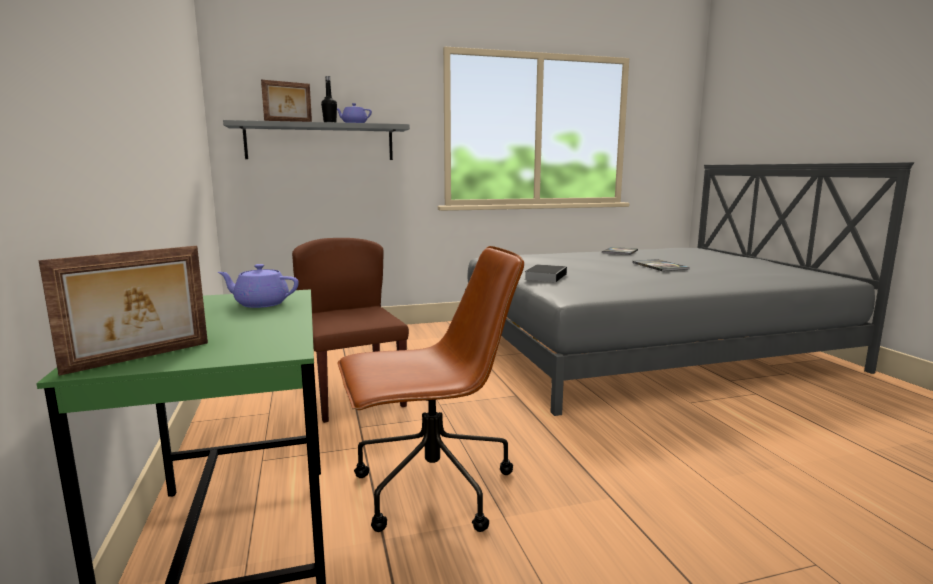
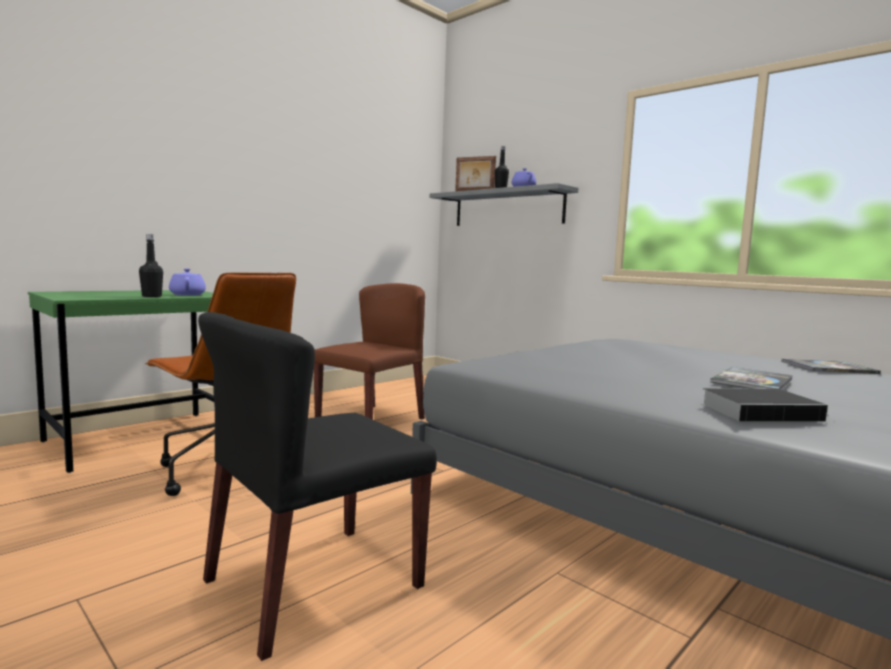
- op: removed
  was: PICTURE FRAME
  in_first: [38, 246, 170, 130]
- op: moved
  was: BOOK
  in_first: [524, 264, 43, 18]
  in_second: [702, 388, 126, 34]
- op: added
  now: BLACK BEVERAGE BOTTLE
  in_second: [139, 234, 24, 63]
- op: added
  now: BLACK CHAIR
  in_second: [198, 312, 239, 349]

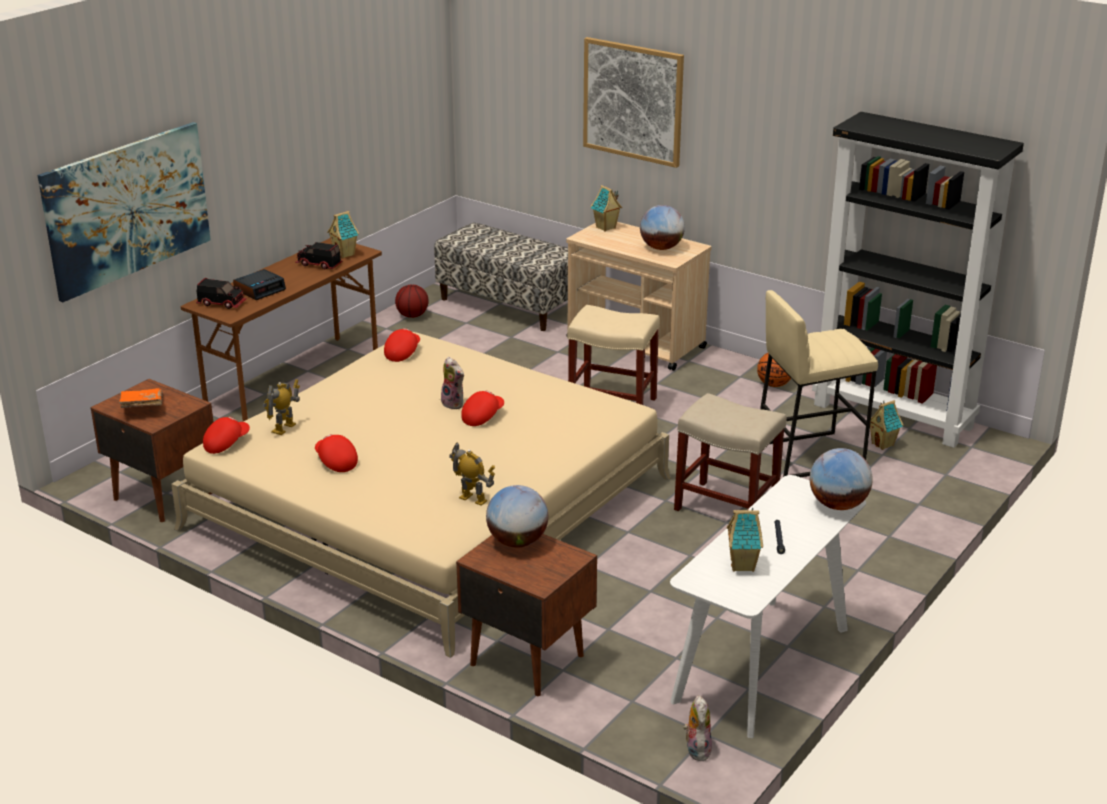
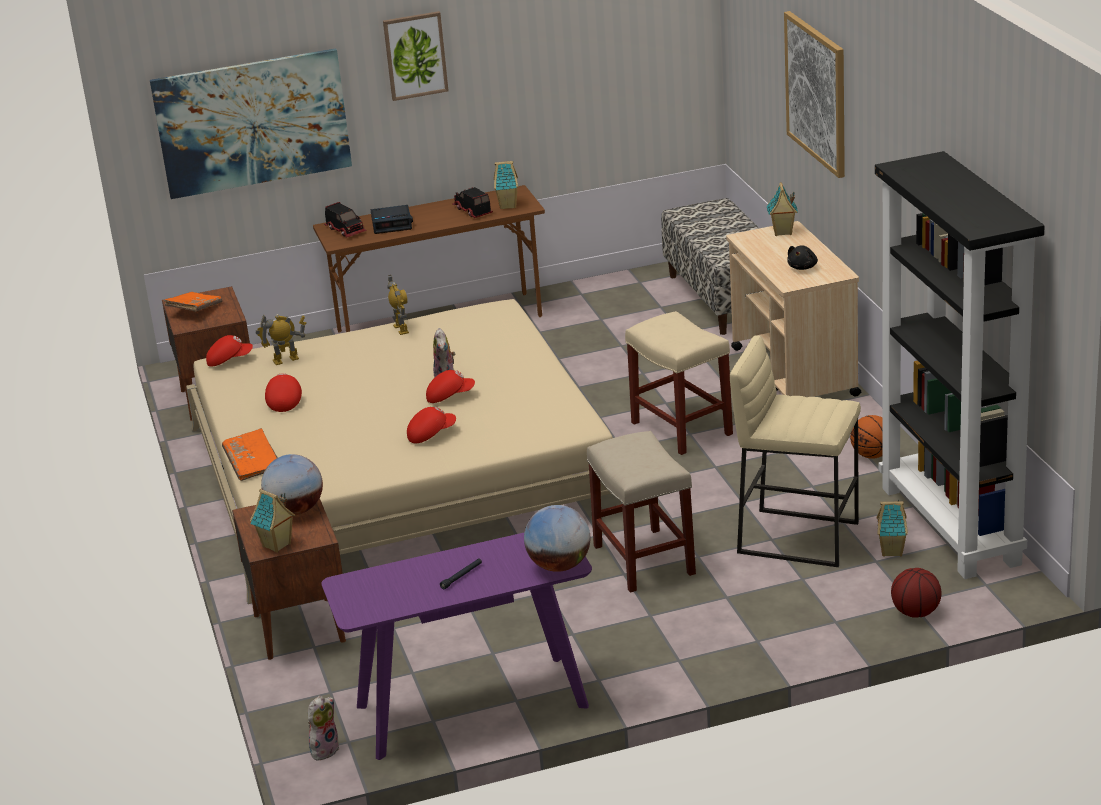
- op: moved
  was: RED CAP
  in_first: [384, 328, 36, 34]
  in_second: [407, 407, 49, 36]
- op: moved
  was: BALL FOR BASKETBALL
  in_first: [395, 284, 34, 34]
  in_second: [891, 568, 51, 50]
- op: moved
  was: MODEL ROBOT
  in_first: [449, 442, 46, 64]
  in_second: [387, 275, 22, 60]
- op: replaced
  was: GLOBE
  now: BLACK CUDDLY TOY
  in_first: [640, 205, 45, 45]
  in_second: [787, 246, 31, 24]
- op: recoloured
  was: WHITISH NARROW TABLE
  now: PURPLE NARROW TABLE
  in_first: [670, 475, 196, 263]
  in_second: [321, 533, 271, 227]
- op: moved
  was: MINIATURE HOUSE
  in_first: [727, 508, 36, 64]
  in_second: [250, 489, 45, 64]
- op: added
  now: ORANGE-COLOURED BOOK
  in_second: [222, 428, 56, 53]
- op: added
  now: WALL PICTURE
  in_second: [383, 11, 66, 90]

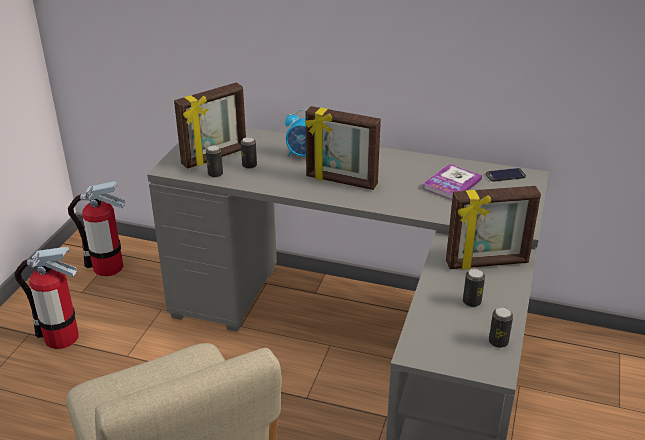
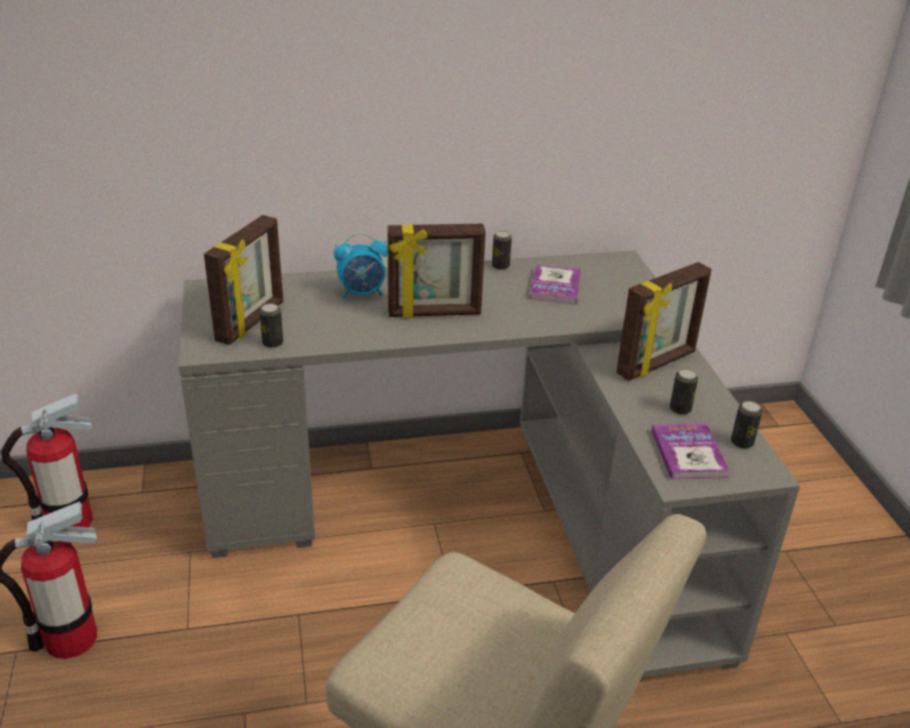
- op: moved
  was: SEALED CAN
  in_first: [241, 137, 16, 32]
  in_second: [492, 231, 20, 39]
- op: removed
  was: PHONE
  in_first: [486, 168, 40, 14]
- op: added
  now: BOOK
  in_second: [651, 423, 79, 57]

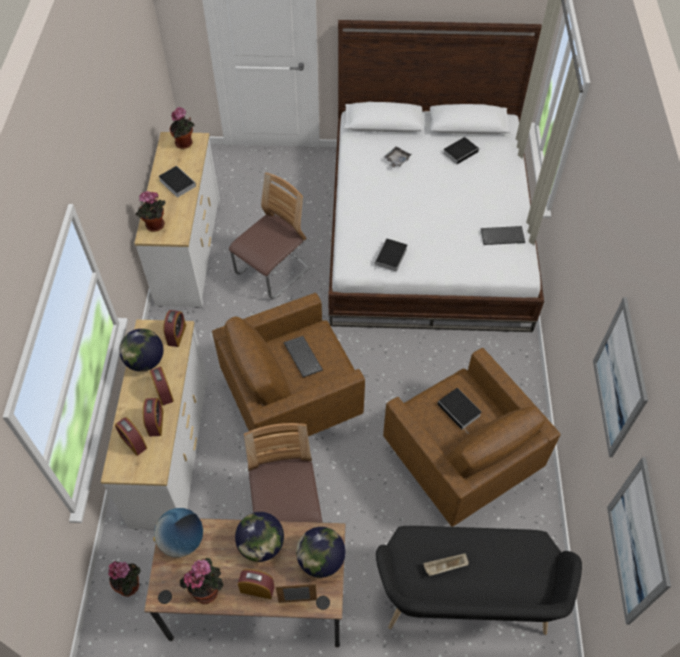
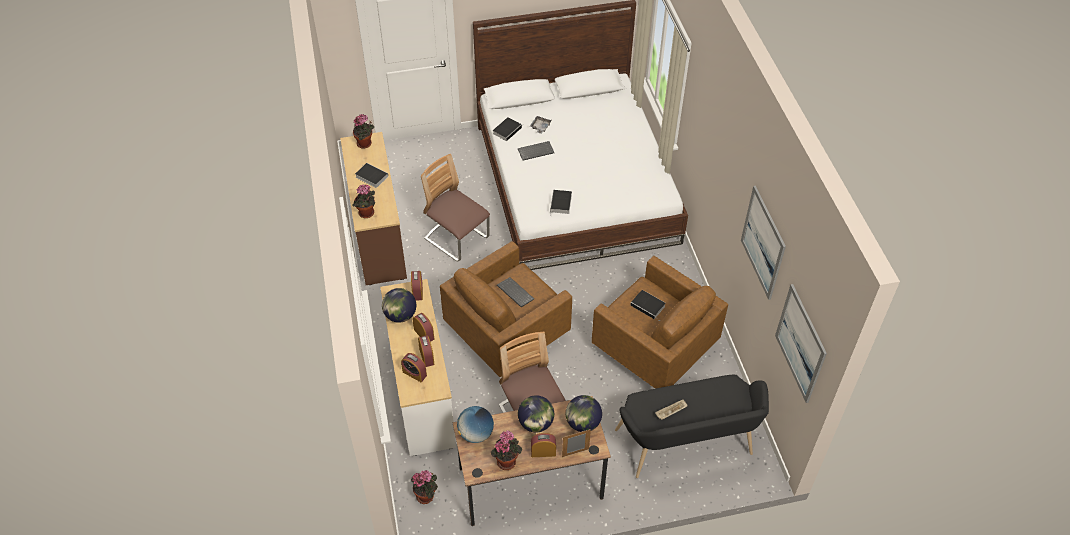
- op: recoloured
  was: WHITISH DRESSER
  now: BROWNISH DRESSER
  in_first: [134, 132, 86, 176]
  in_second: [340, 132, 67, 153]
- op: turned
  was: CHAIR
  in_first: [229, 172, 82, 128]
  in_second: [421, 154, 69, 108]
  clockwise: -75
- op: moved
  was: BOOK
  in_first: [443, 137, 38, 27]
  in_second: [493, 117, 30, 24]
- op: moved
  was: KEYBOARD
  in_first: [481, 226, 44, 19]
  in_second: [518, 141, 36, 19]

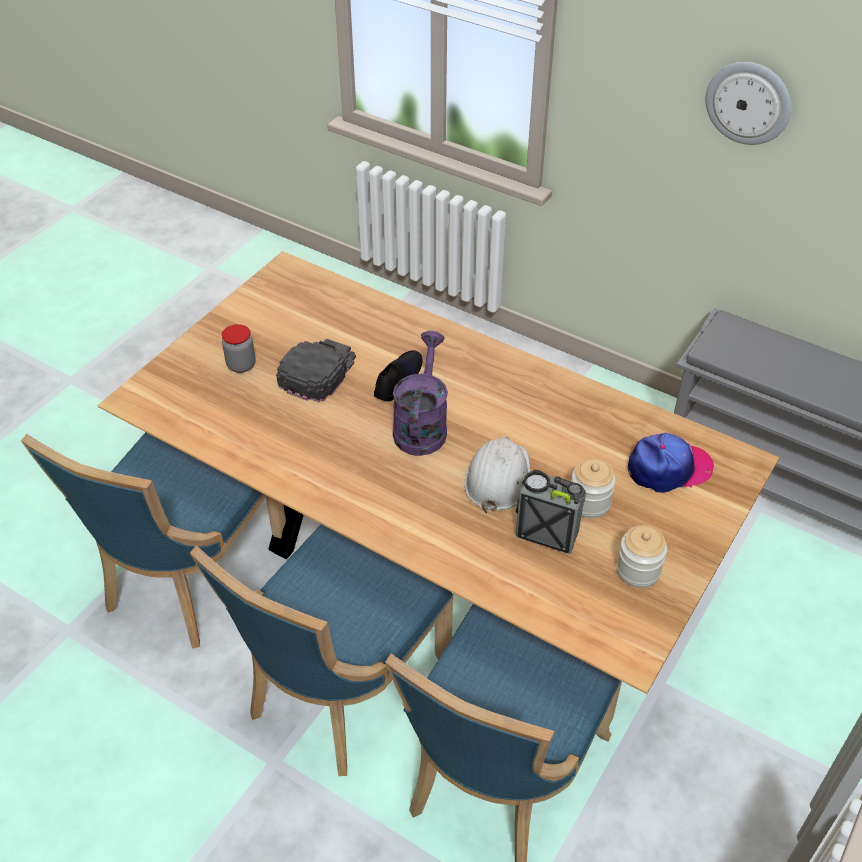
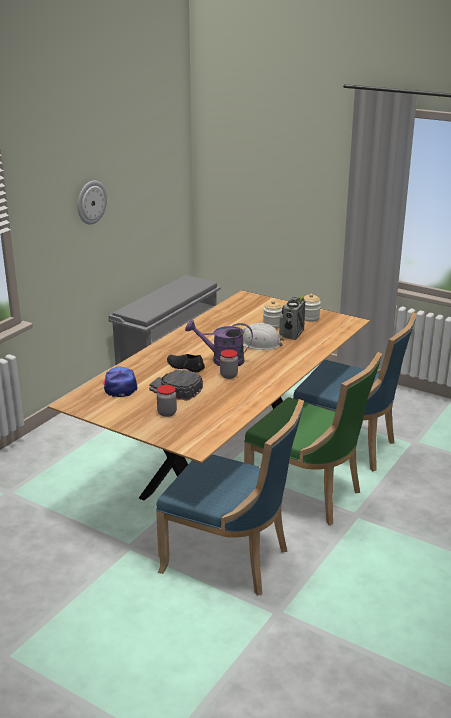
- op: recoloured
  was: BLUISH CHAIR
  now: GREEN CHAIR
  in_first: [190, 524, 263, 252]
  in_second: [244, 352, 138, 173]
- op: moved
  was: CAP
  in_first: [628, 433, 86, 60]
  in_second: [103, 366, 34, 31]
- op: added
  now: STORAGE JAR
  in_second: [220, 349, 18, 30]

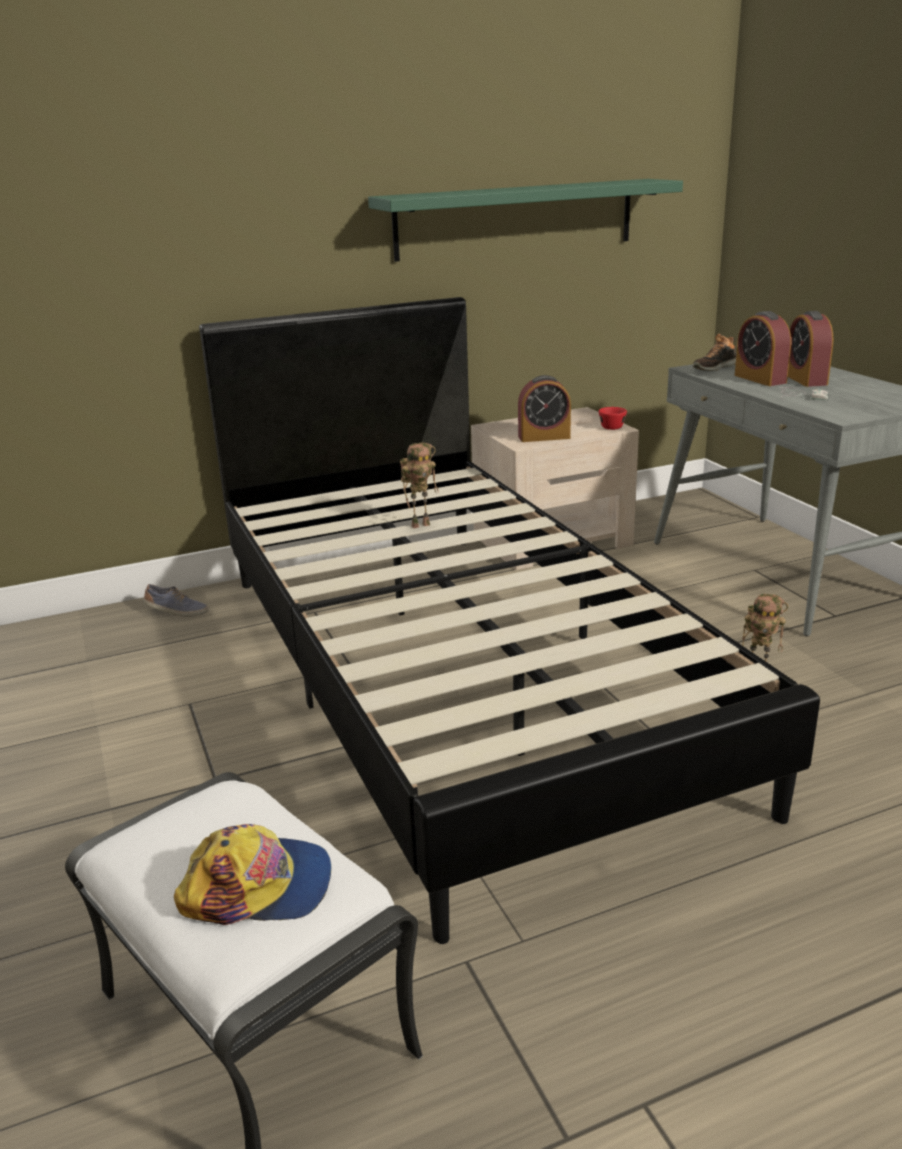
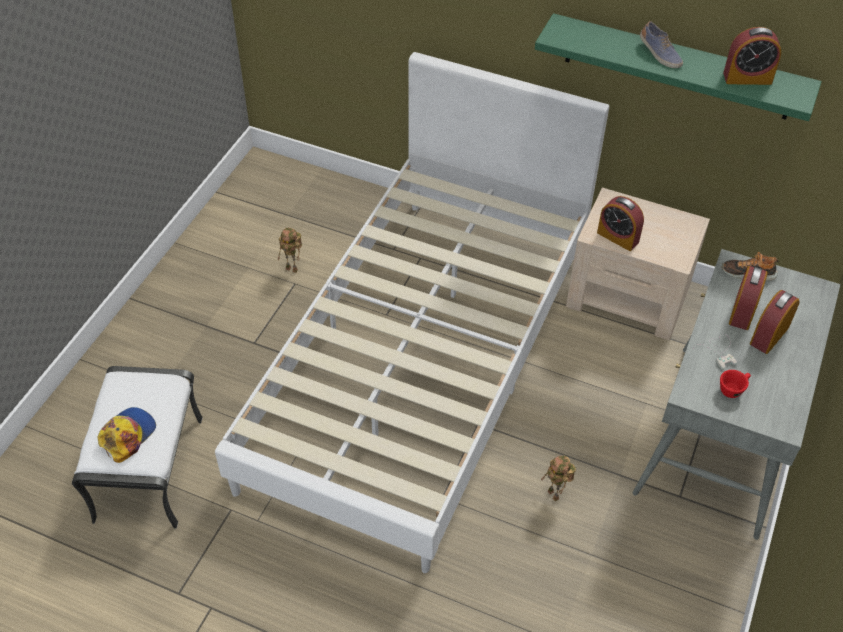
- op: moved
  was: ITEM OF FOOTWEAR
  in_first: [143, 584, 66, 33]
  in_second: [640, 21, 43, 47]
- op: turned
  was: CAP
  in_first: [174, 824, 157, 101]
  in_second: [98, 407, 58, 56]
  clockwise: -105
- op: recoloured
  was: BLACK SLEEPING BED
  now: WHITISH SLEEPING BED
  in_first: [199, 297, 621, 647]
  in_second: [215, 52, 394, 521]
- op: moved
  was: MODEL ROBOT
  in_first: [400, 443, 39, 85]
  in_second: [278, 228, 24, 45]
- op: moved
  was: RED DRINKING CUP
  in_first: [599, 407, 28, 23]
  in_second: [720, 370, 31, 28]
- op: added
  now: ALARM CLOCK
  in_second: [723, 27, 58, 58]

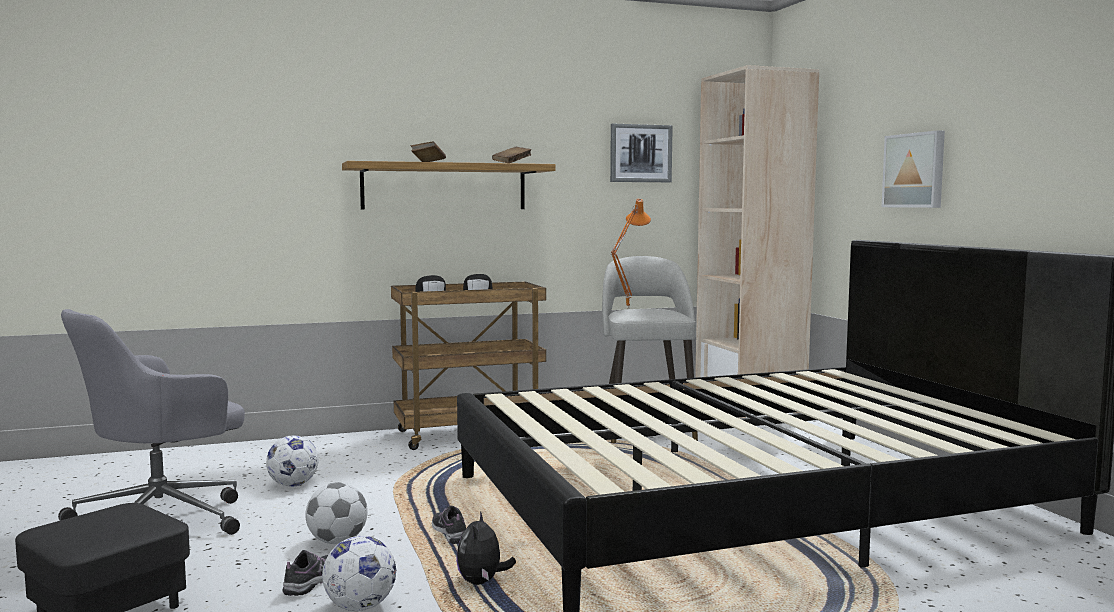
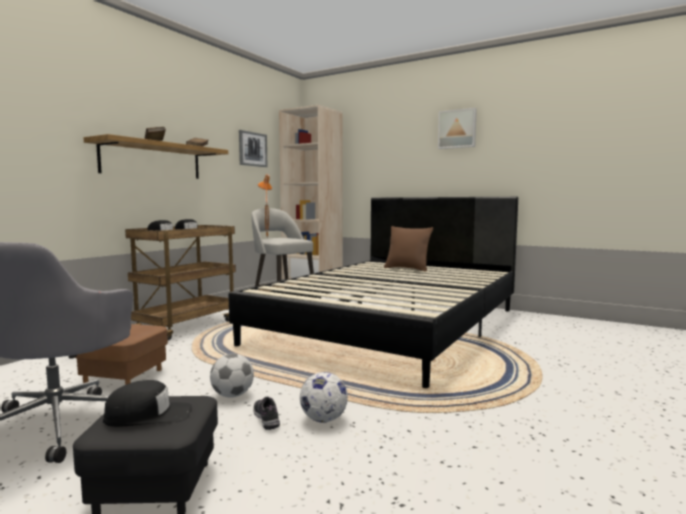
- op: replaced
  was: FOOTBALL BALL
  now: BROWNISH OTTOMAN
  in_first: [266, 436, 53, 50]
  in_second: [75, 324, 93, 61]
- op: removed
  was: ITEM OF FOOTWEAR
  in_first: [432, 506, 34, 38]
- op: removed
  was: CUDDLY TOY
  in_first: [456, 511, 60, 74]
- op: moved
  was: WALL PICTURE
  in_first: [882, 130, 63, 78]
  in_second: [438, 108, 39, 41]
- op: added
  now: BLACK CAP
  in_second: [103, 380, 89, 47]
- op: added
  now: BROWNISH THROW PILLOW
  in_second: [384, 226, 49, 46]

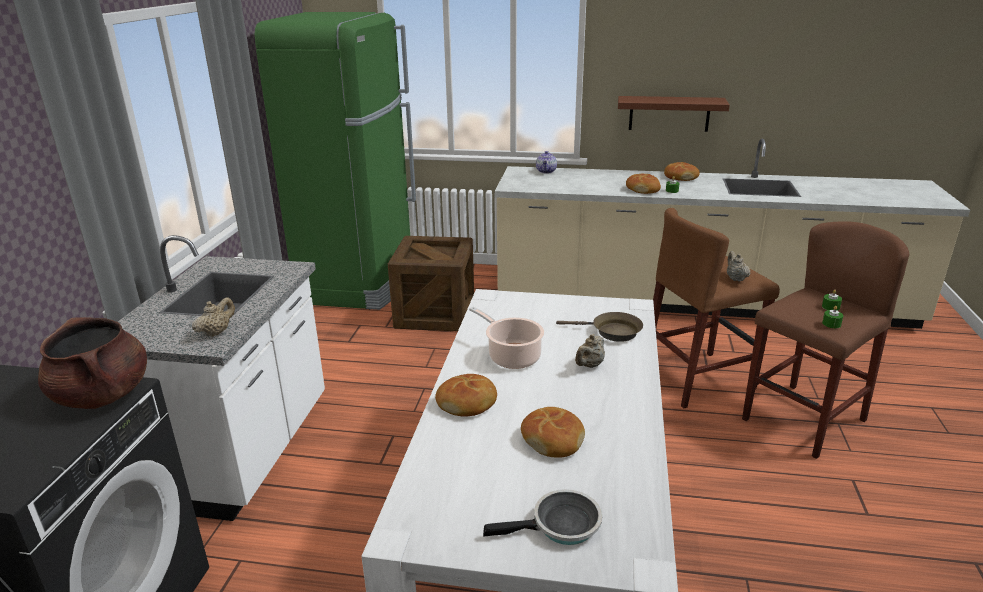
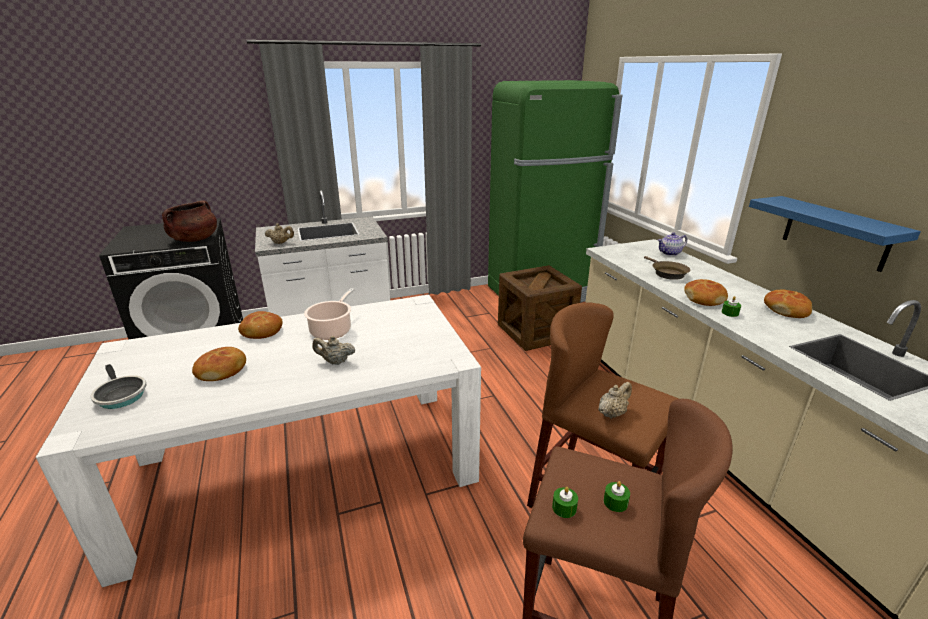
- op: moved
  was: BROWNISH PAN
  in_first: [556, 312, 87, 30]
  in_second: [644, 256, 46, 24]
- op: recoloured
  was: BROWNISH BRACKET SHELF
  now: BLUISH BRACKET SHELF
  in_first: [618, 96, 112, 36]
  in_second: [749, 196, 172, 76]

